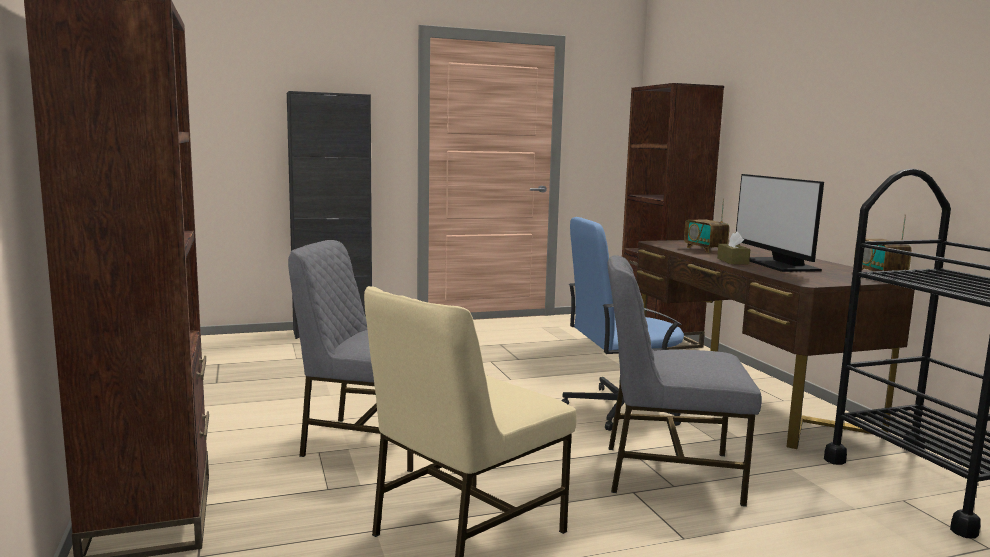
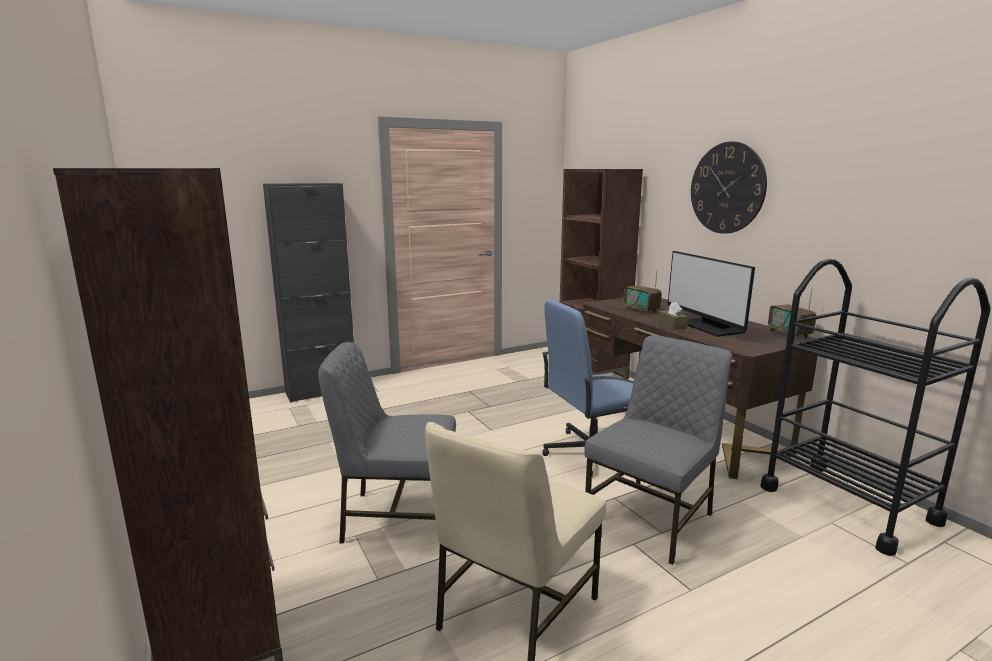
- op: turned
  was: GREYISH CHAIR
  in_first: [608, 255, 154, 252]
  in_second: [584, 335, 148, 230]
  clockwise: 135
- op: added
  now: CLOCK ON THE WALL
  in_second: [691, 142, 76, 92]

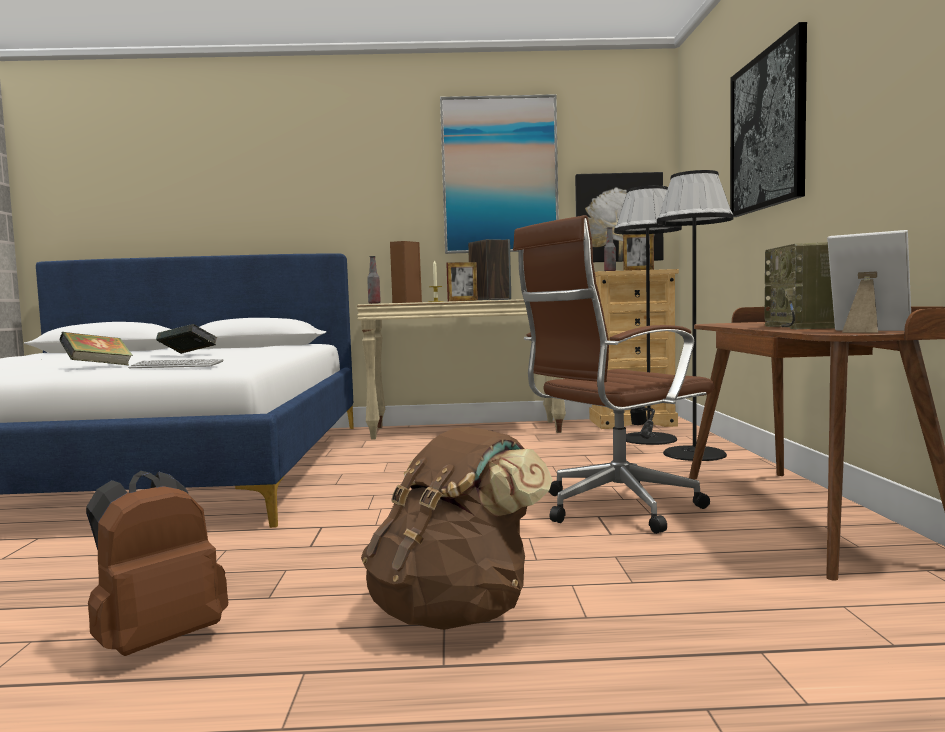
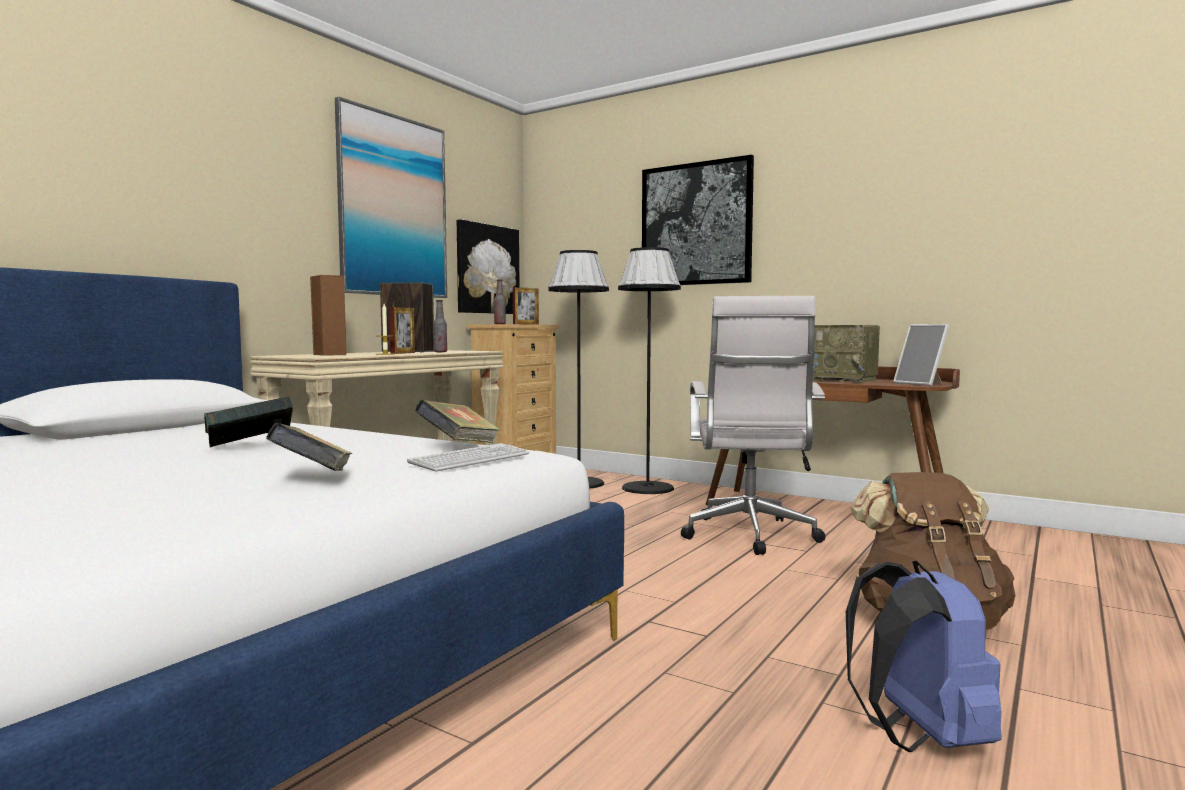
- op: recoloured
  was: BROWNISH KNAPSACK
  now: BLUISH KNAPSACK
  in_first: [86, 471, 142, 185]
  in_second: [846, 561, 156, 191]
- op: moved
  was: BEVERAGE BOTTLE
  in_first: [367, 256, 14, 48]
  in_second: [433, 300, 14, 52]
- op: recoloured
  was: BROWNISH OFFICE CHAIR
  now: WHITISH OFFICE CHAIR
  in_first: [513, 215, 201, 319]
  in_second: [681, 296, 145, 259]
- op: turned
  was: PICTURE FRAME
  in_first: [827, 230, 84, 103]
  in_second: [893, 324, 56, 62]
  clockwise: -105
- op: added
  now: BOOK
  in_second: [415, 400, 85, 43]

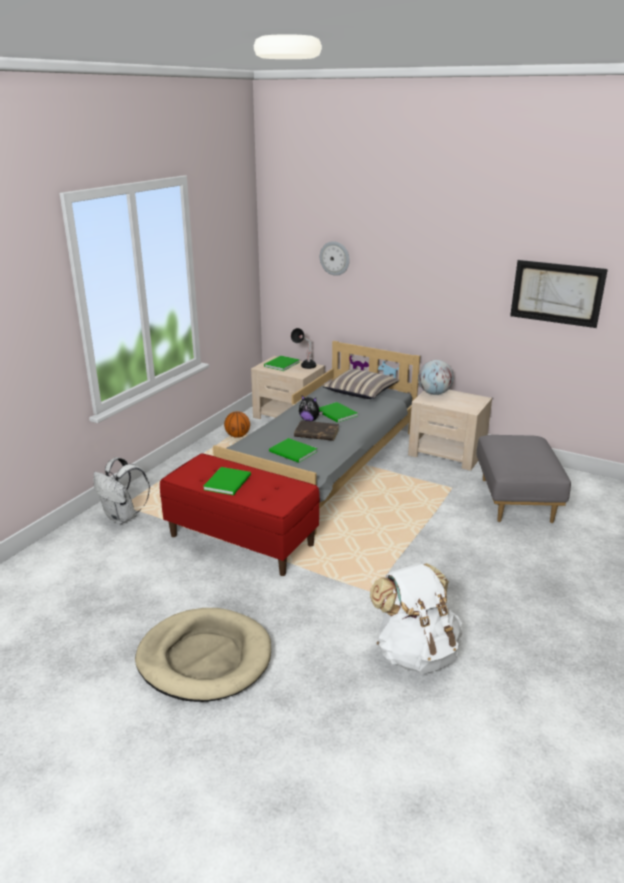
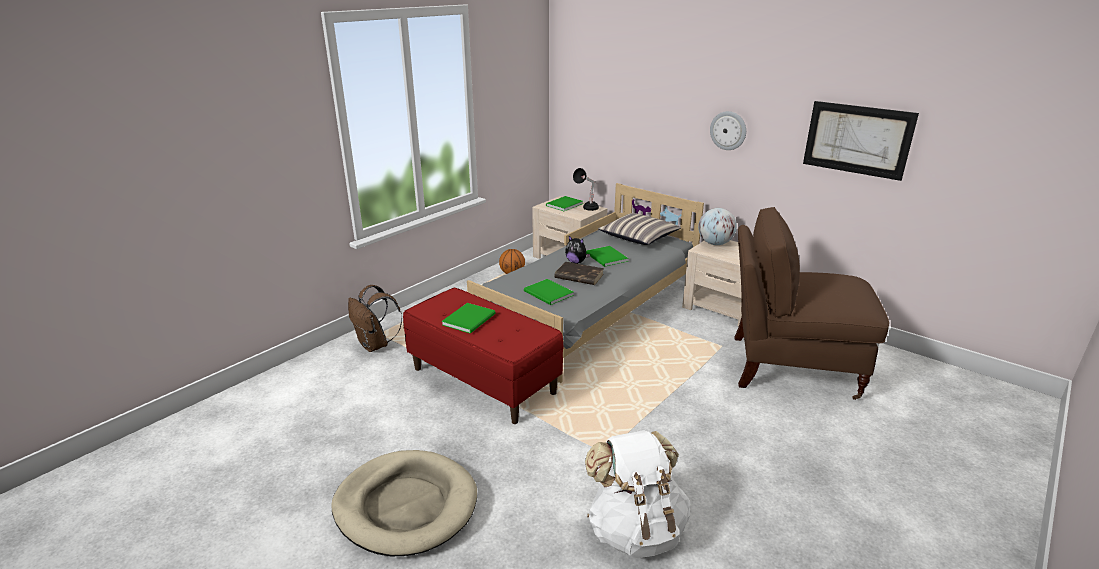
- op: recoloured
  was: WHITISH KNAPSACK
  now: BROWNISH KNAPSACK
  in_first: [94, 457, 56, 67]
  in_second: [348, 285, 54, 67]
- op: moved
  was: CLOCK ON THE WALL
  in_first: [320, 241, 30, 35]
  in_second: [710, 111, 36, 39]
- op: replaced
  was: GREYISH OTTOMAN
  now: BROWNISH CHAIR
  in_first: [477, 435, 94, 88]
  in_second: [734, 207, 155, 193]

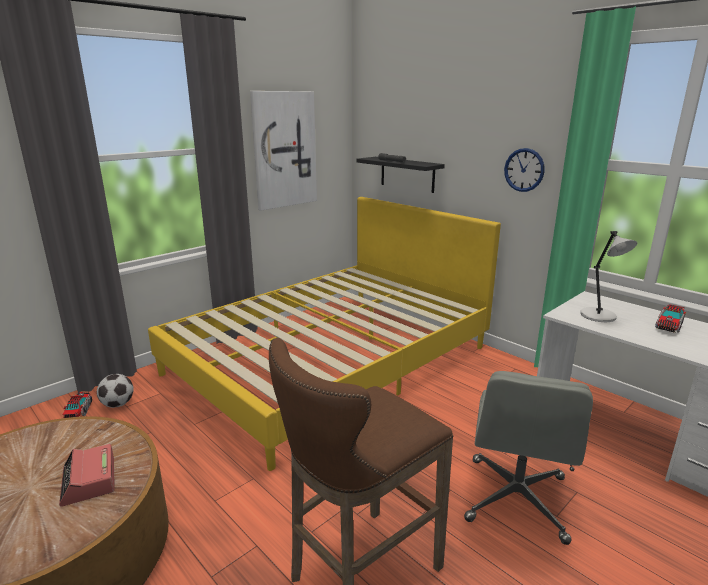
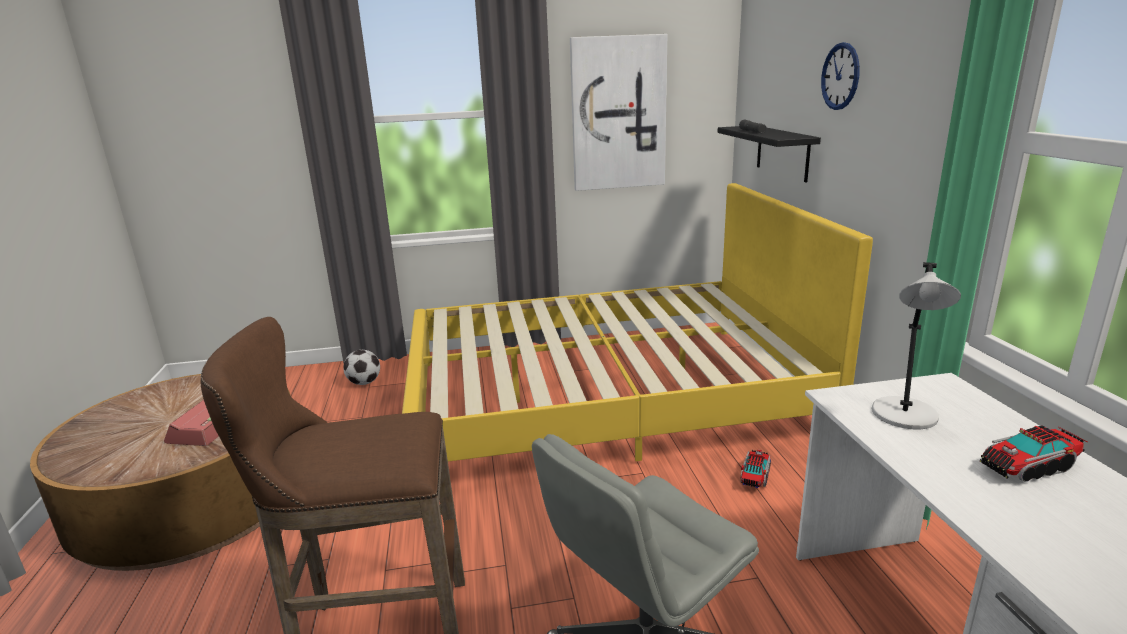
- op: moved
  was: TOY LORRY
  in_first: [62, 392, 30, 26]
  in_second: [740, 449, 31, 39]
- op: moved
  was: CLOCK ON THE WALL
  in_first: [504, 148, 40, 44]
  in_second: [821, 42, 39, 68]

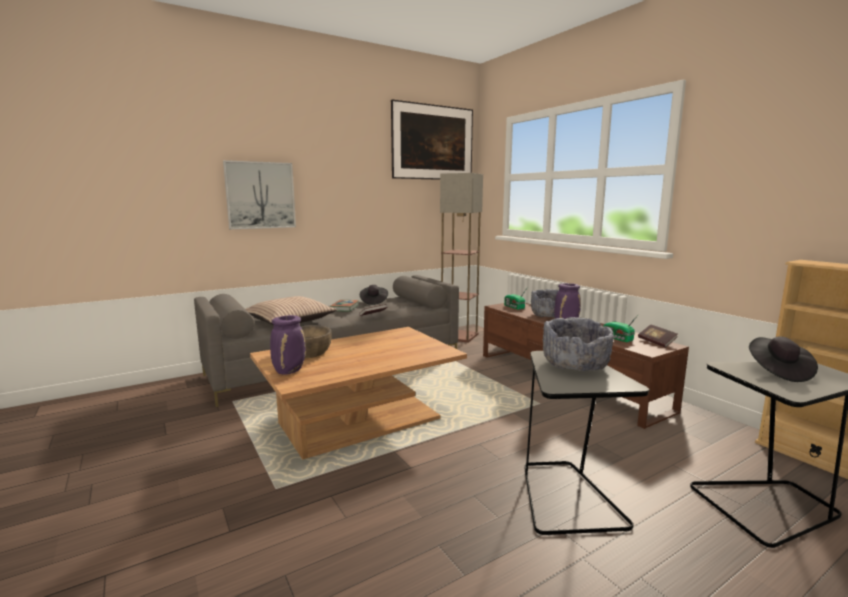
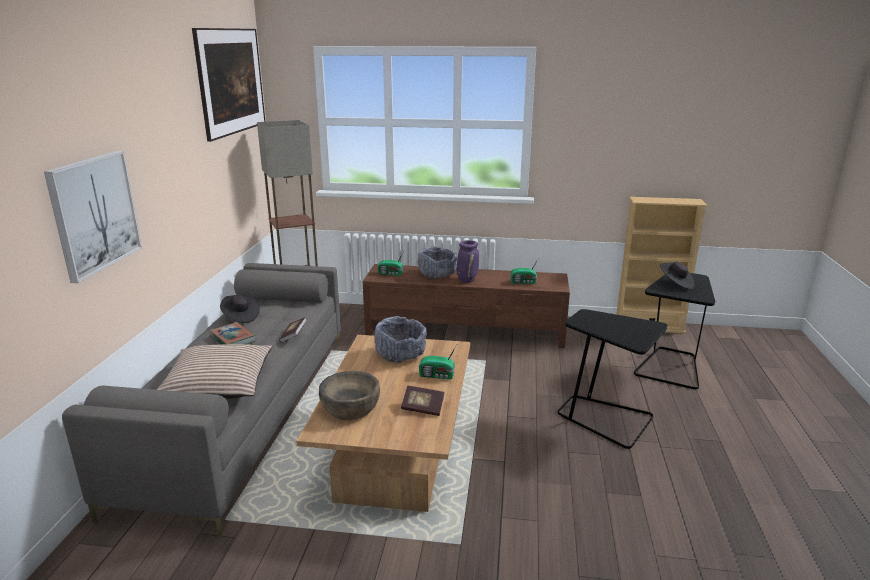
- op: removed
  was: PURPLE VASE
  in_first: [270, 315, 36, 60]
- op: moved
  was: GREYISH SERVING BOWL
  in_first: [543, 317, 71, 54]
  in_second: [374, 316, 53, 47]
- op: moved
  was: BOOK
  in_first: [638, 324, 40, 24]
  in_second: [401, 386, 44, 30]
- op: added
  now: RADIO RECEIVER
  in_second: [419, 345, 38, 34]

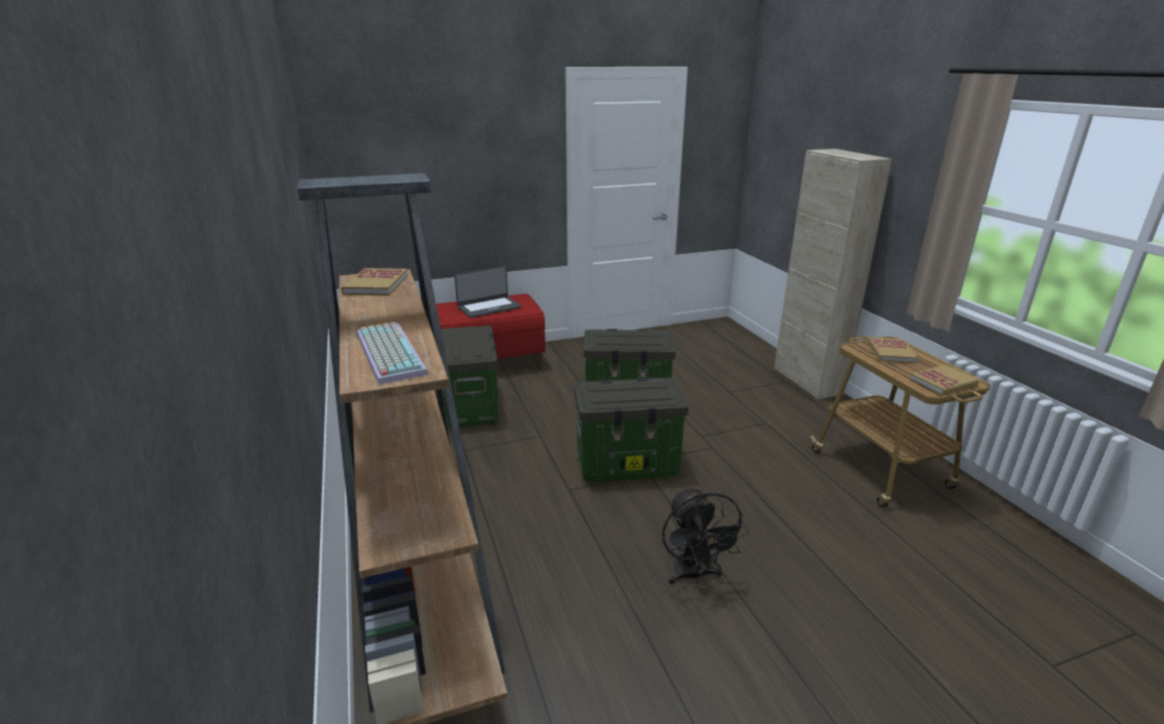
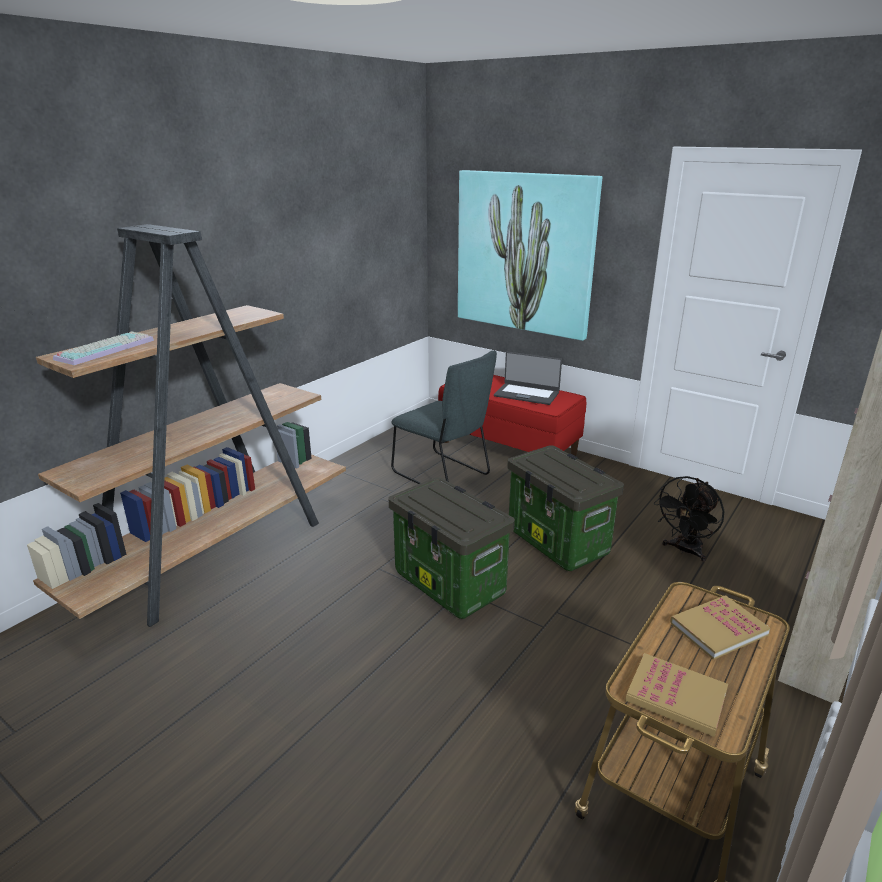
- op: removed
  was: BOOK
  in_first: [341, 268, 67, 28]
- op: replaced
  was: STORAGE BIN
  now: GREYISH CHAIR
  in_first: [441, 326, 58, 101]
  in_second: [391, 350, 106, 134]
- op: moved
  was: BLACK COOLING FAN
  in_first: [662, 486, 87, 99]
  in_second: [654, 476, 70, 86]
- op: added
  now: WALL PICTURE
  in_second: [458, 170, 144, 171]

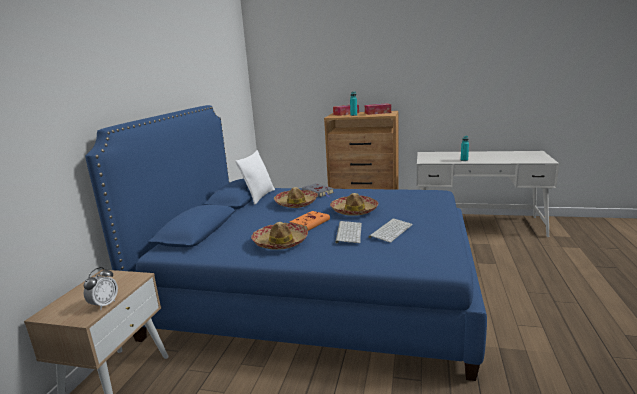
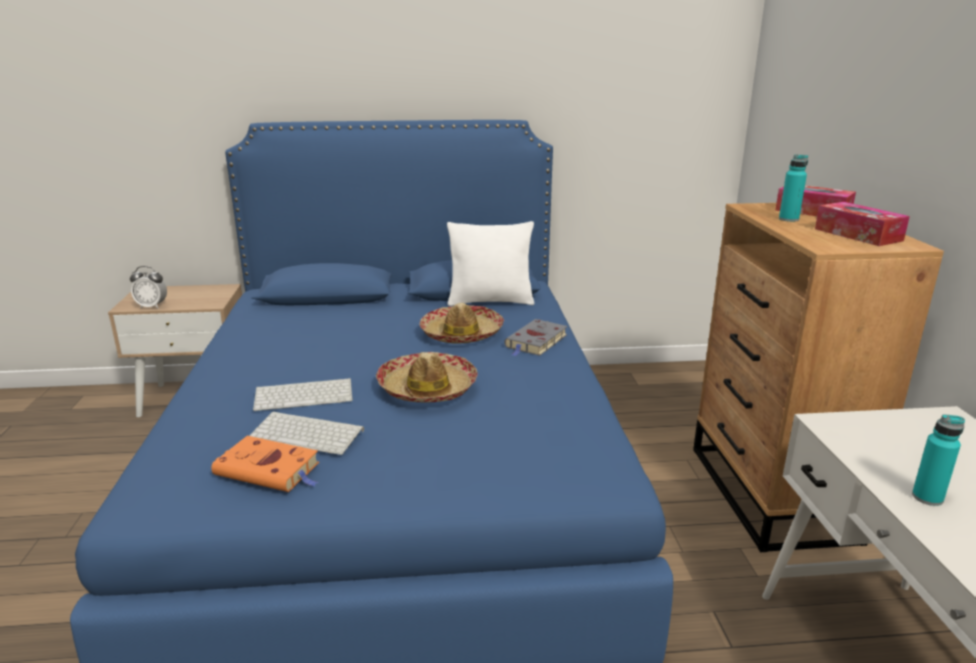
- op: removed
  was: WEARABLE HAT
  in_first: [251, 222, 57, 28]
- op: moved
  was: ORANGE-COLOURED BOOK
  in_first: [290, 211, 40, 20]
  in_second: [211, 436, 108, 56]

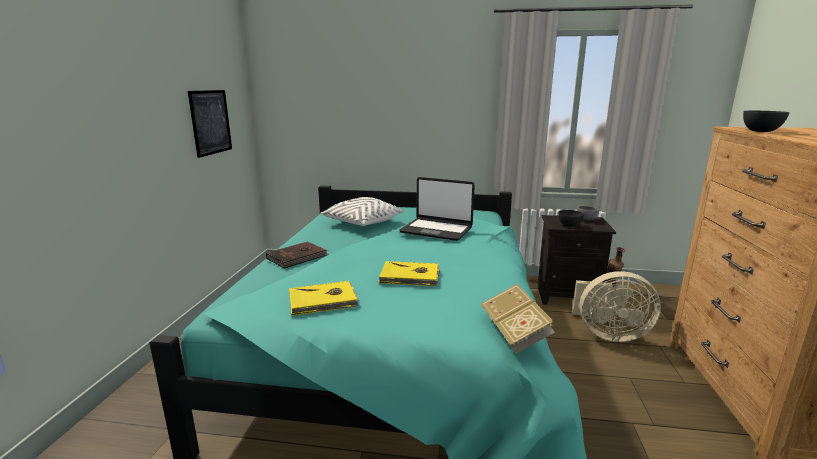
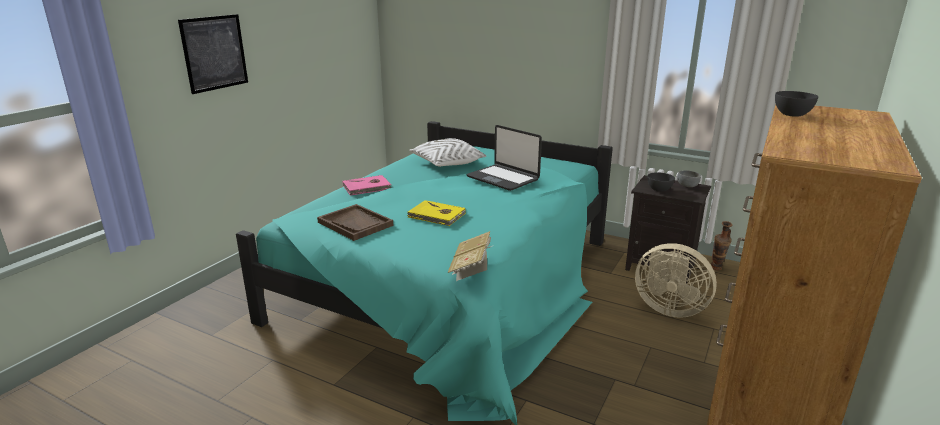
- op: moved
  was: WALL PICTURE
  in_first: [188, 90, 44, 68]
  in_second: [178, 14, 70, 80]
- op: recoloured
  was: BROWNISH BOOK
  now: PINKISH BOOK
  in_first: [266, 241, 63, 28]
  in_second: [343, 175, 49, 21]
- op: replaced
  was: YELLOW BOOK
  now: BROWNISH TRAY
  in_first: [289, 281, 70, 35]
  in_second: [317, 204, 77, 37]

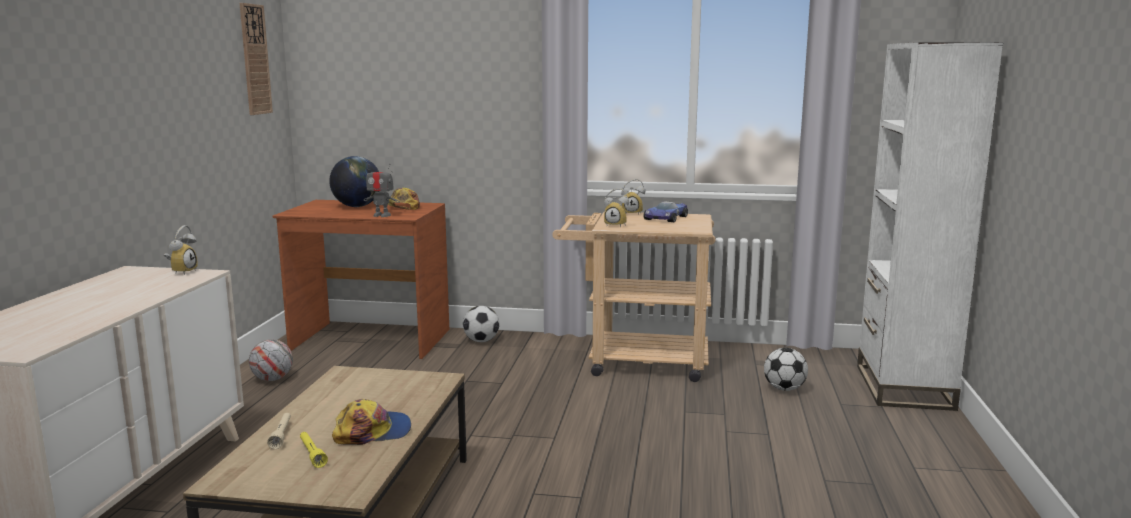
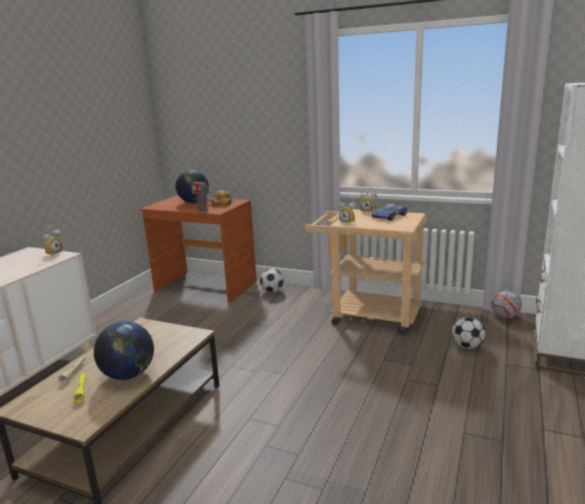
- op: removed
  was: CLOCK ON THE WALL
  in_first: [240, 3, 33, 112]
- op: moved
  was: FOOTBALL BALL
  in_first: [249, 339, 44, 42]
  in_second: [491, 290, 31, 28]
- op: replaced
  was: CAP
  now: GLOBE
  in_first: [332, 399, 79, 46]
  in_second: [94, 321, 60, 59]

